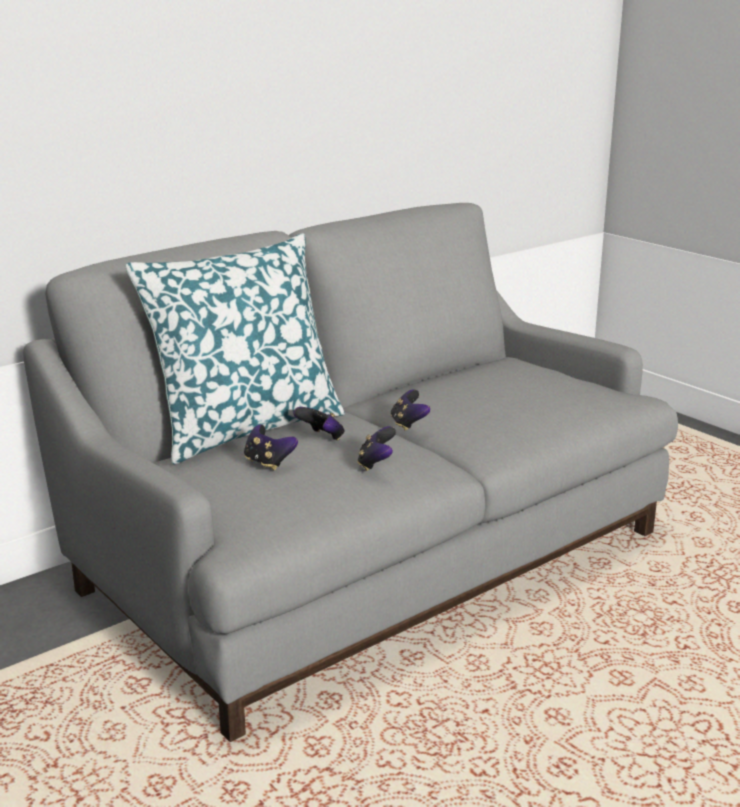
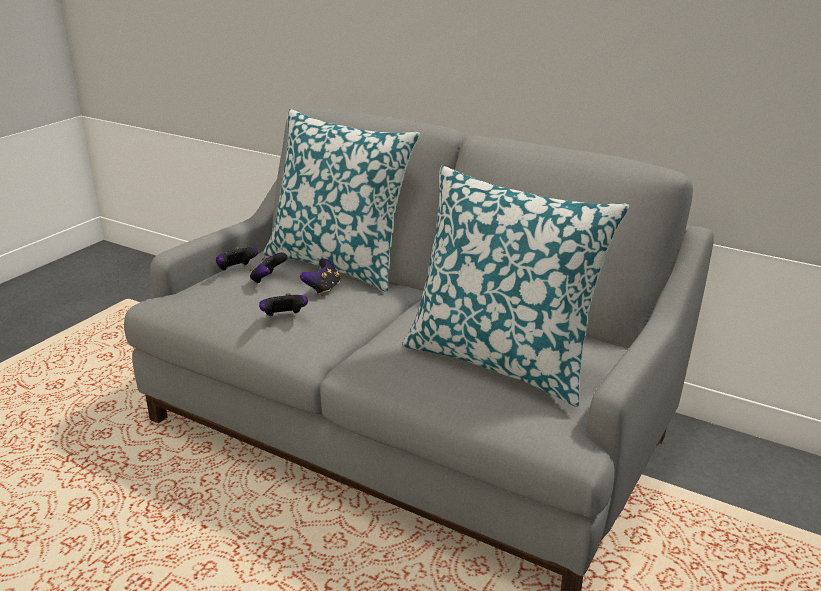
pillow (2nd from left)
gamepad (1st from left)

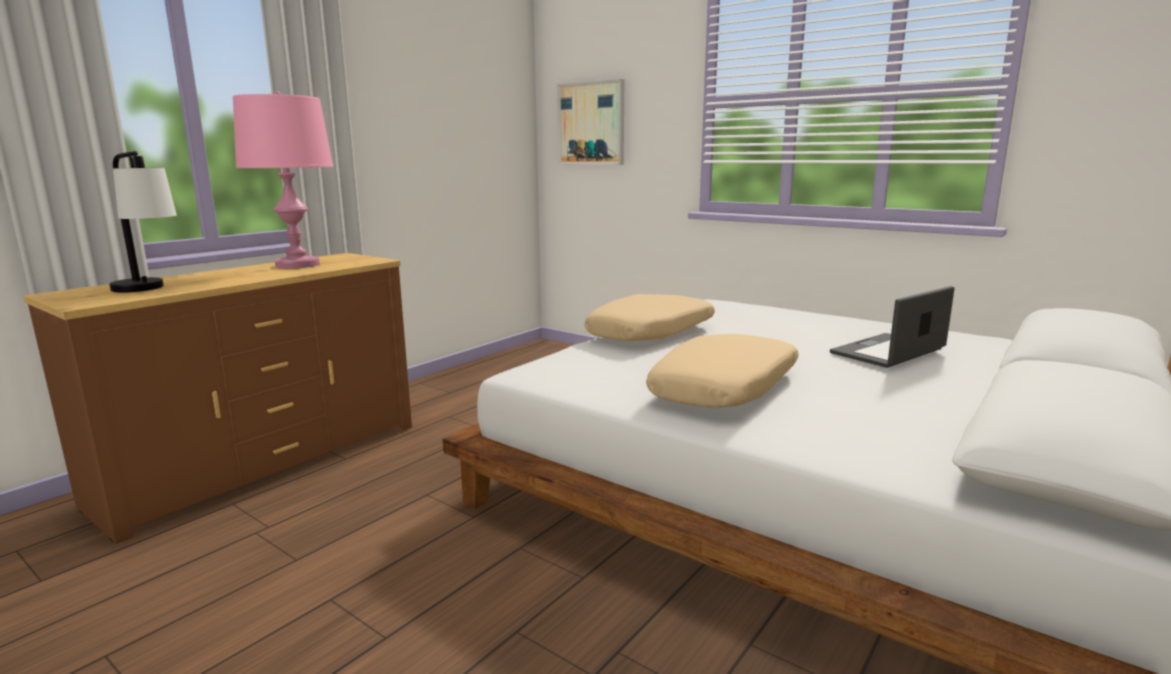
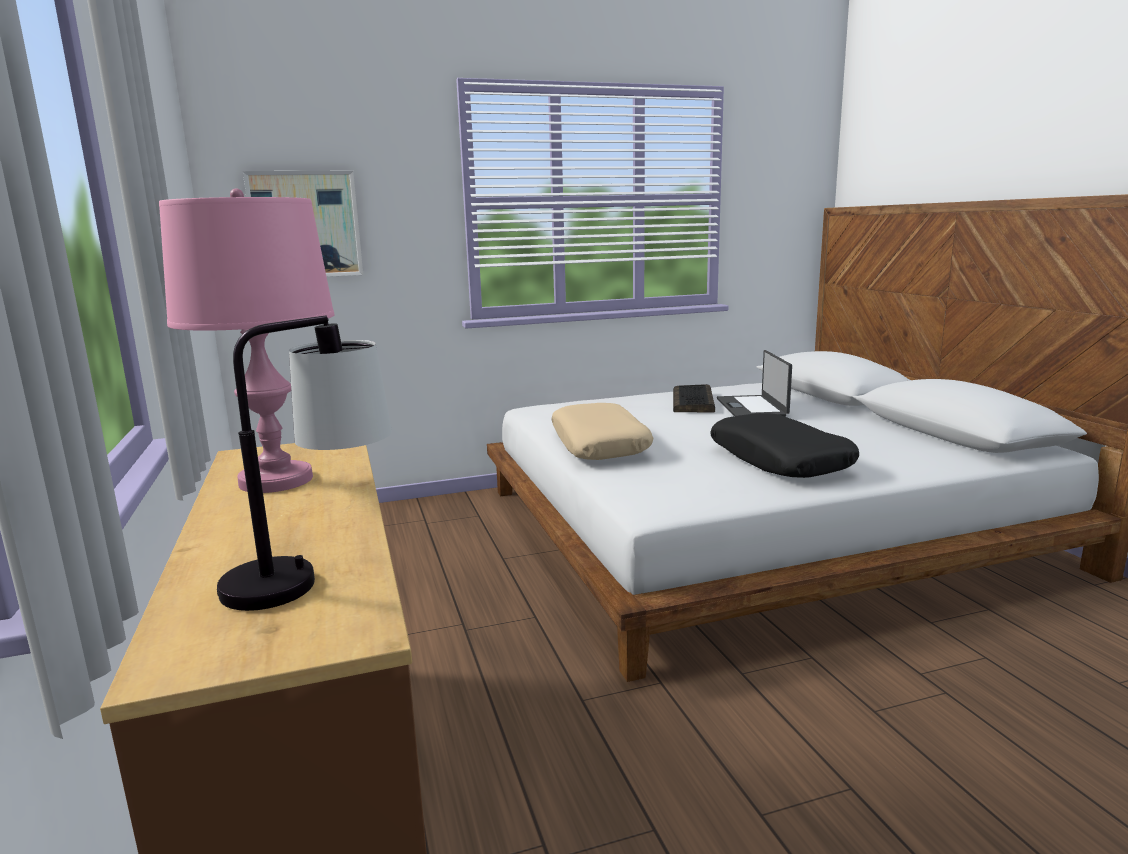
keyboard
black pillow

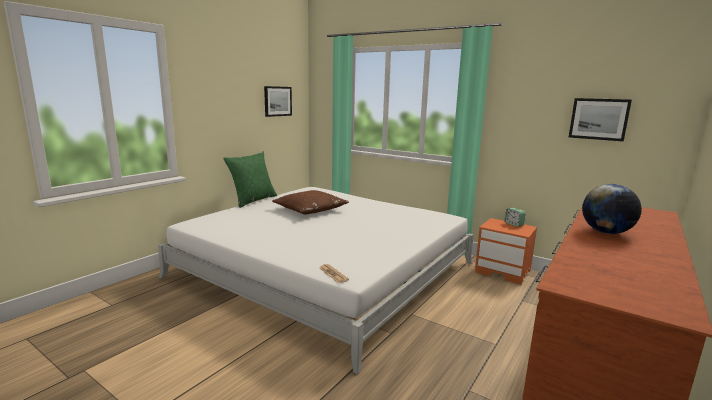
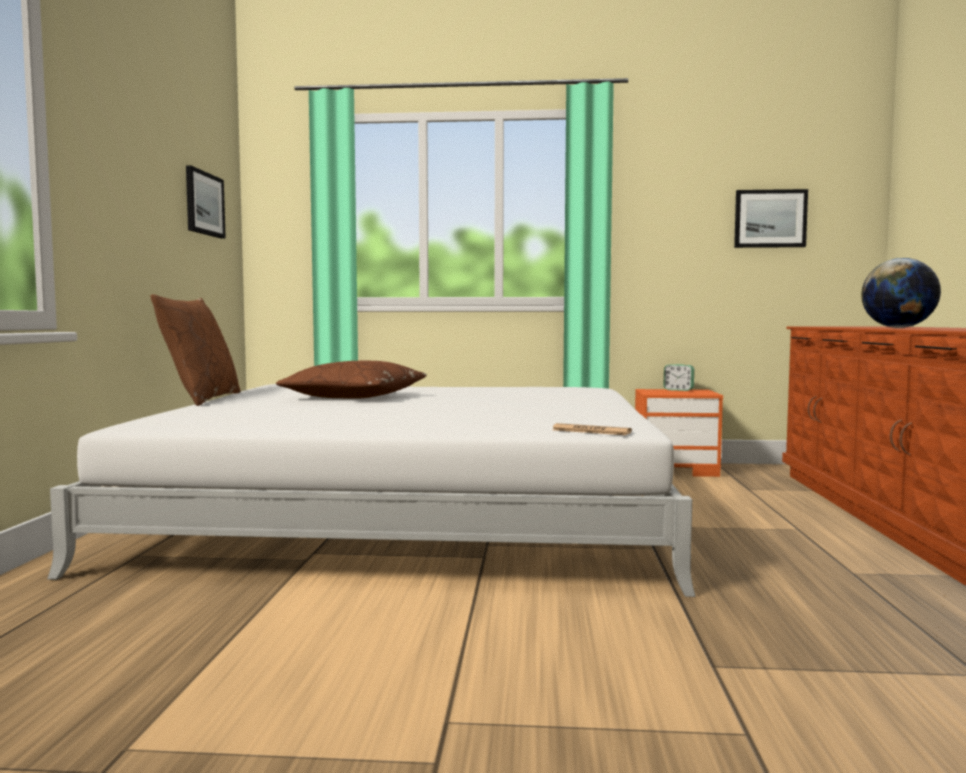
brown-coloured pillow (1st from left)

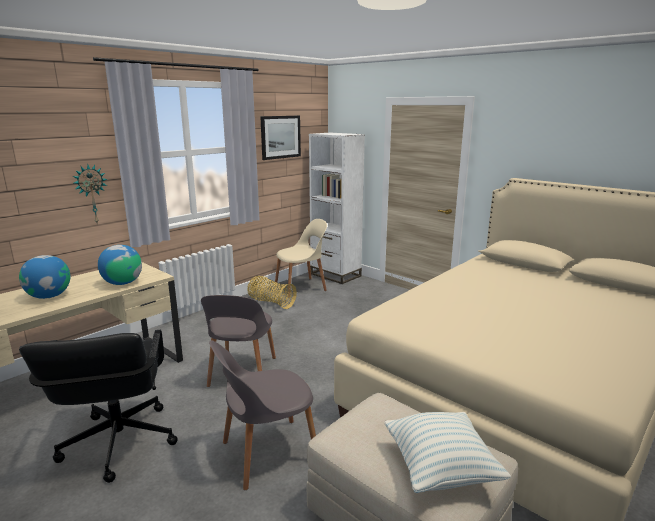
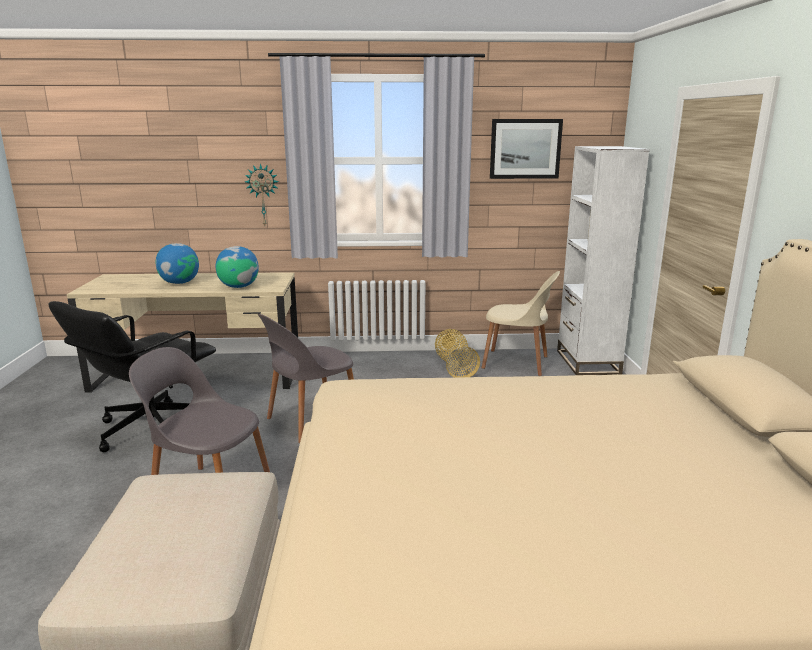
pillow

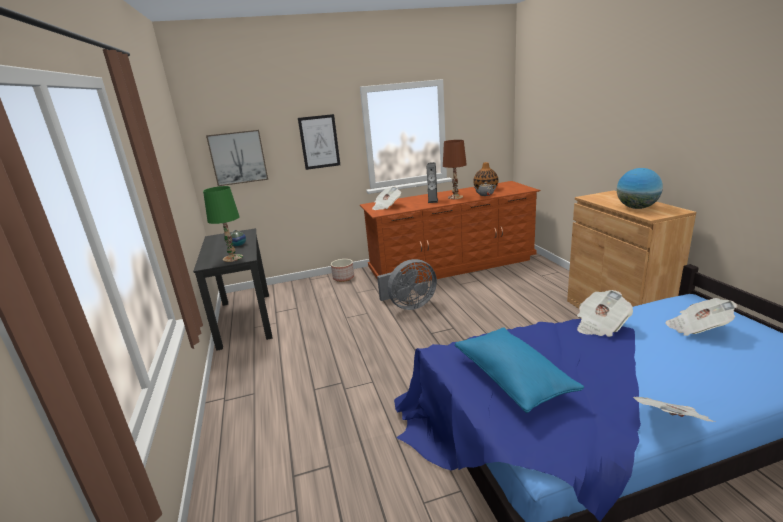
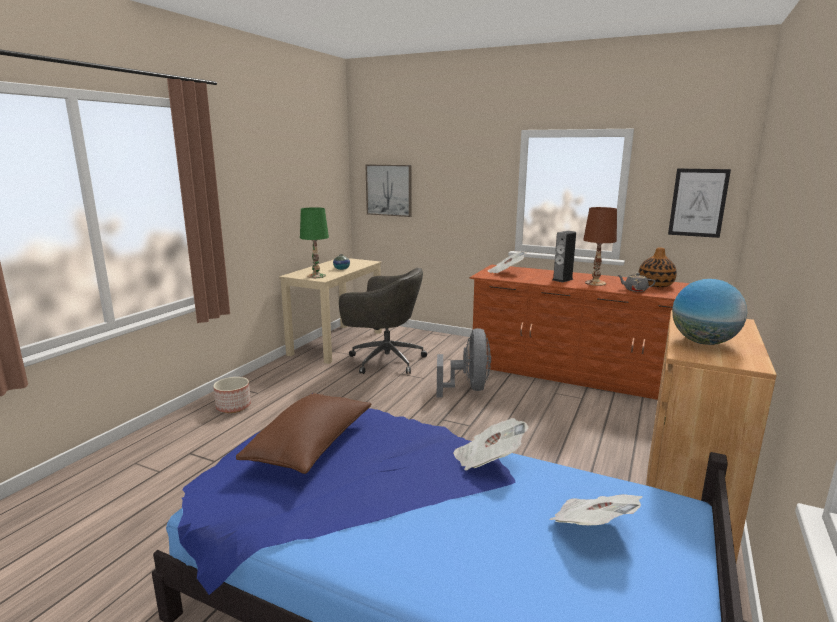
newspaper (3rd from left in the first image)
gray office chair
wall picture (2nd from left)
plant pot
beige-coloured desk
brown-coloured pillow
gray fan

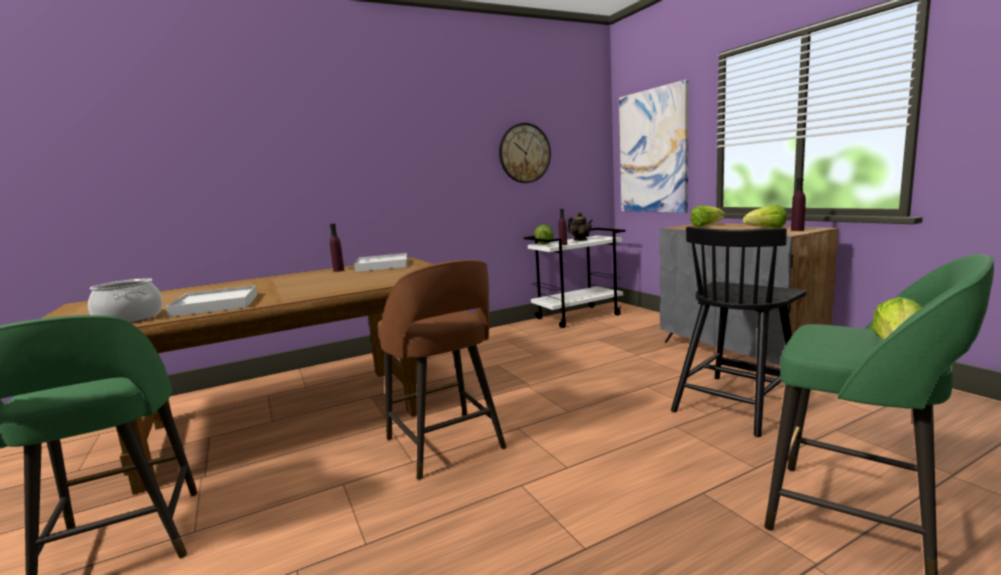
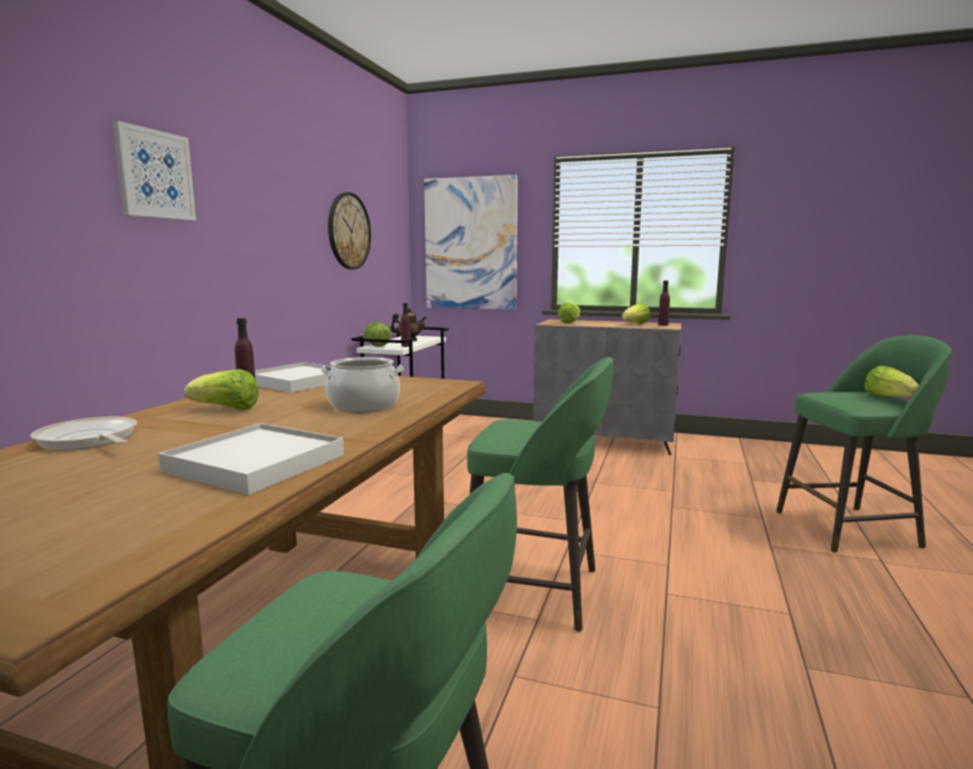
black plain chair
skillet
wall picture (1st from left)
head of lettuce (1st from left)
cooking pot
green stool (2nd from left)

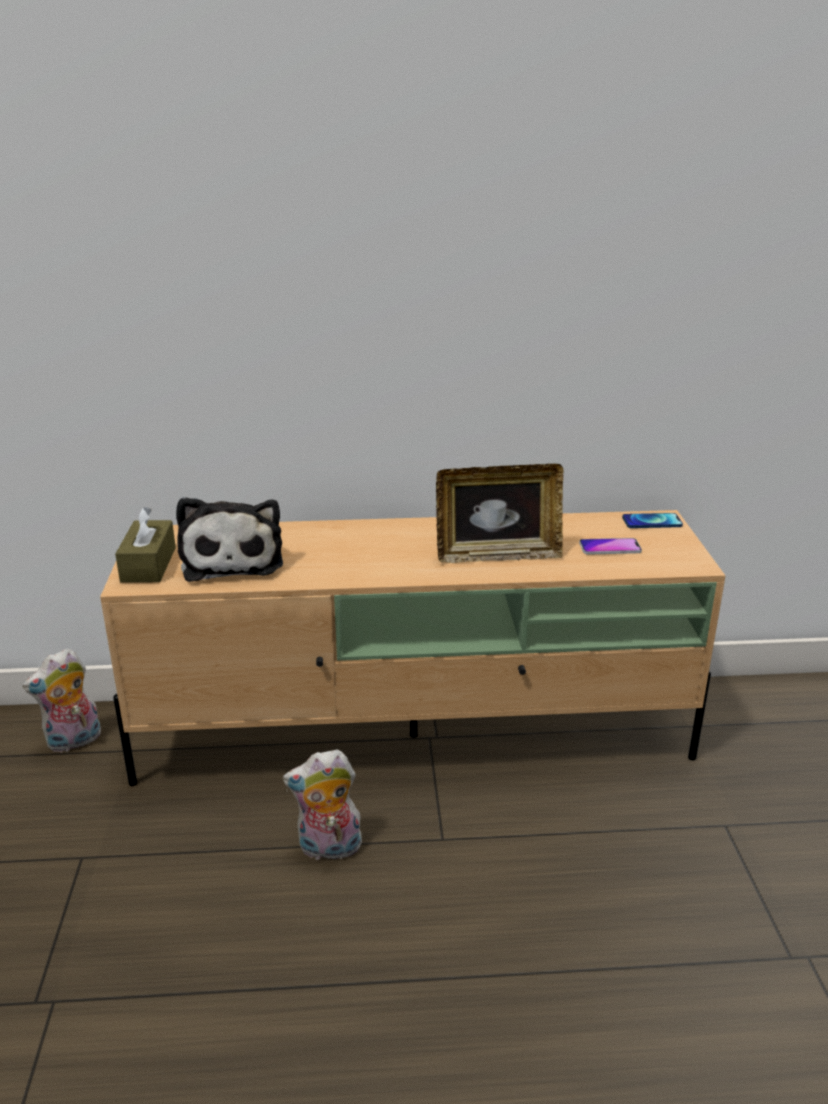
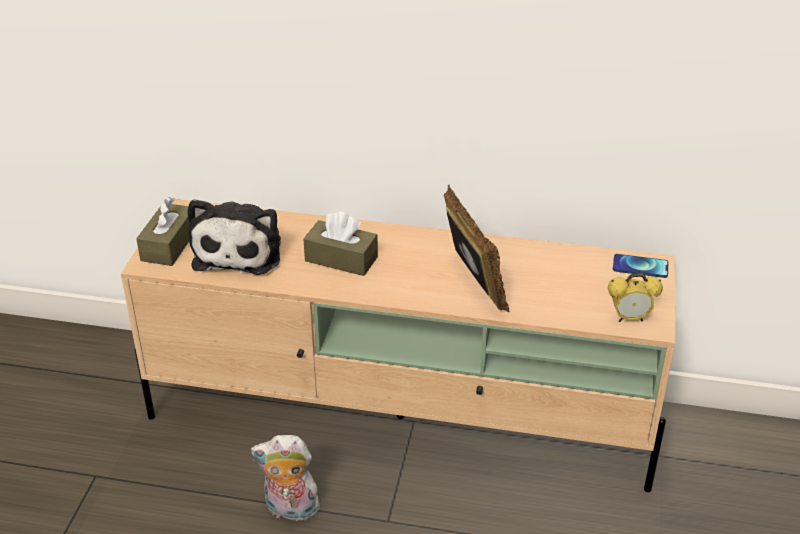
soft toy (1st from left in the first image)
telephone (1st from left in the first image)
brown-coloured tissue holder (2nd from left)
table clock
standing frame

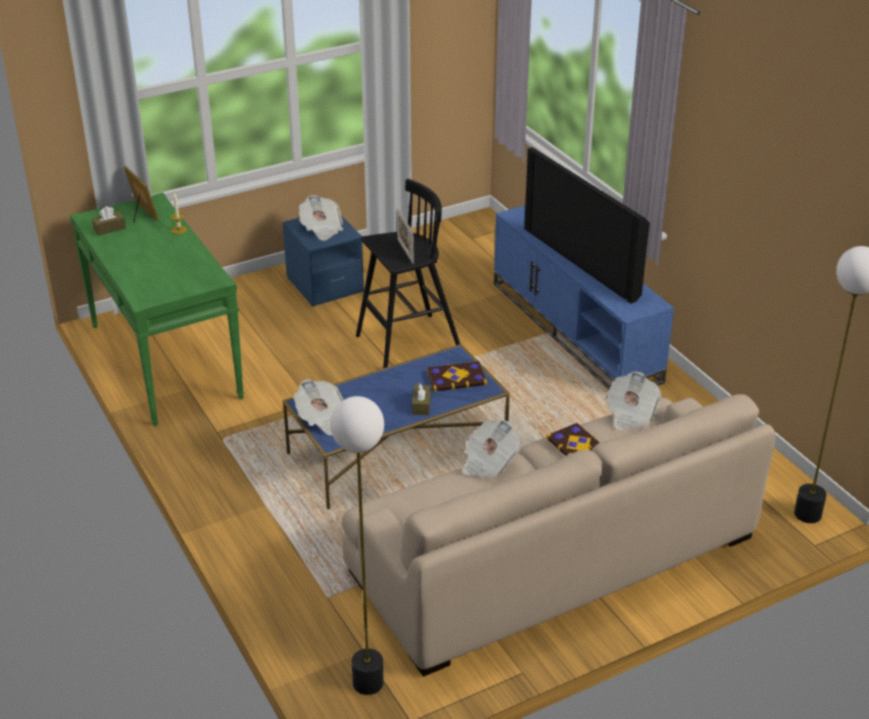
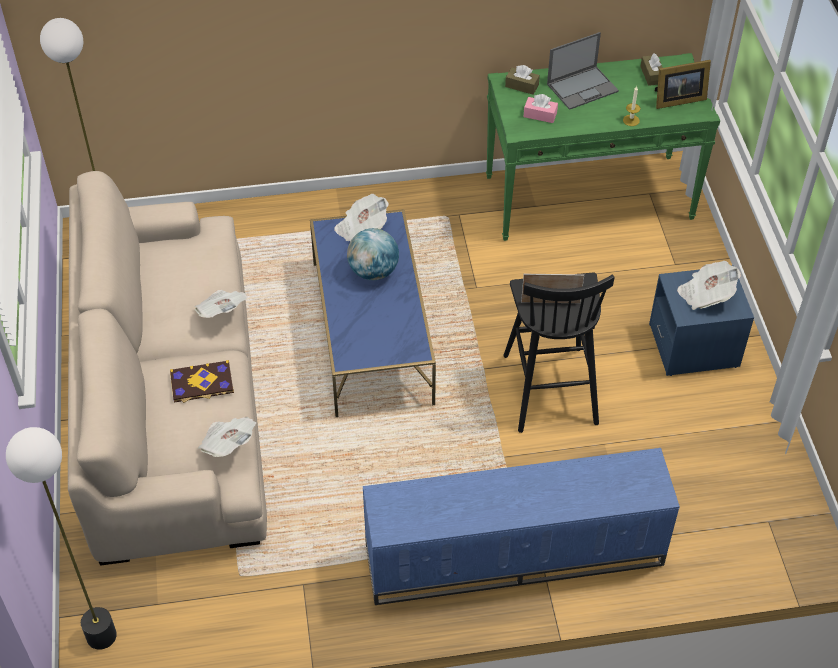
bound book (1st from left in the first image)
TV set
desk globe
pink-coloured tissue holder
portable computer
brown-coloured tissue holder (1st from left)

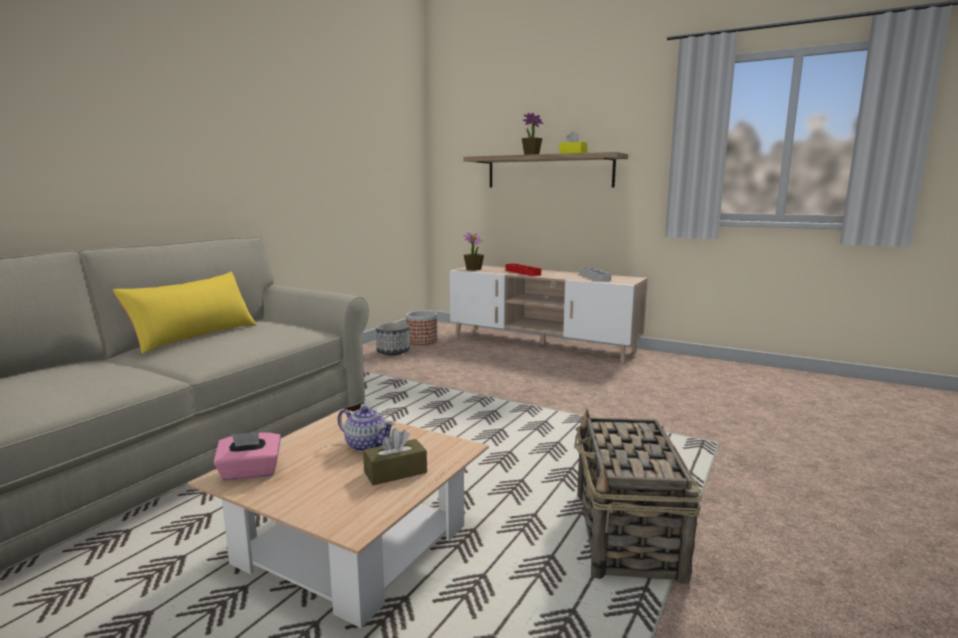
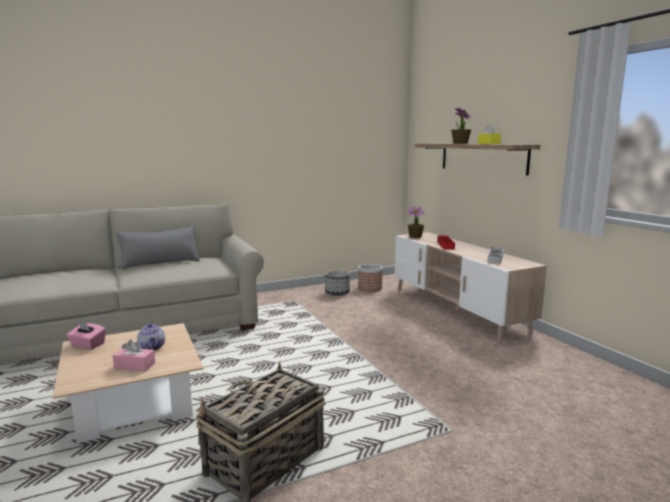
gray pillow
pink-coloured tissue holder (2nd from left)

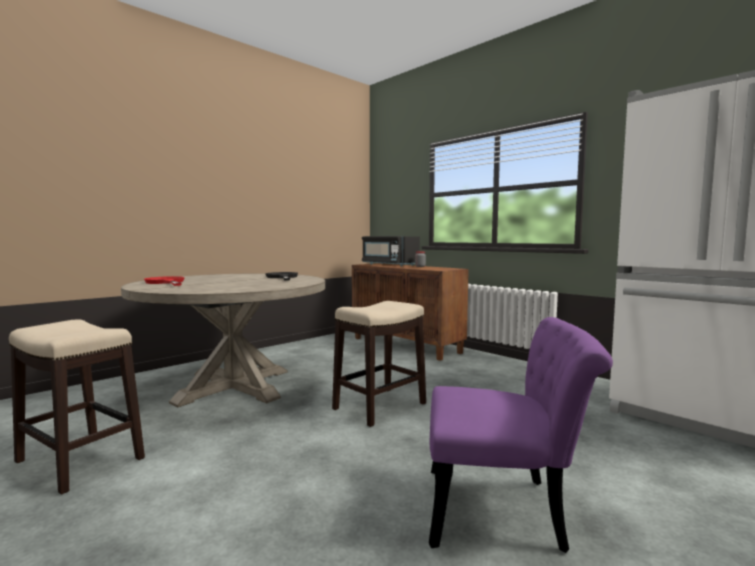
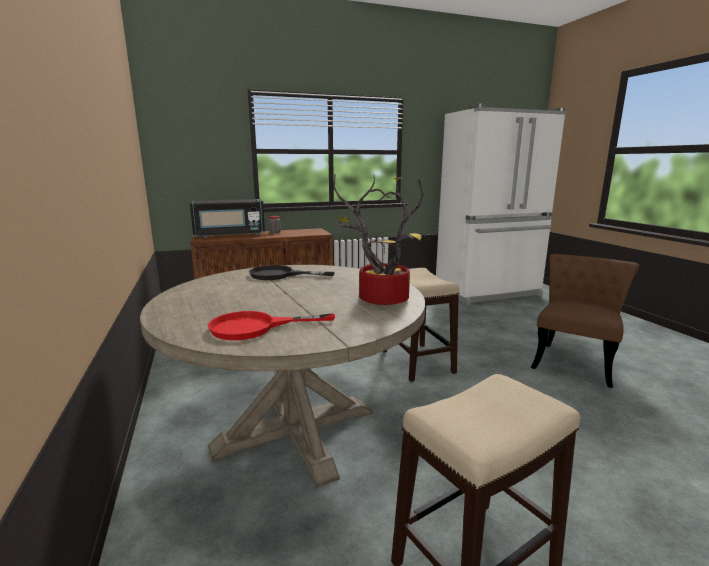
potted plant
brown-coloured plain chair

